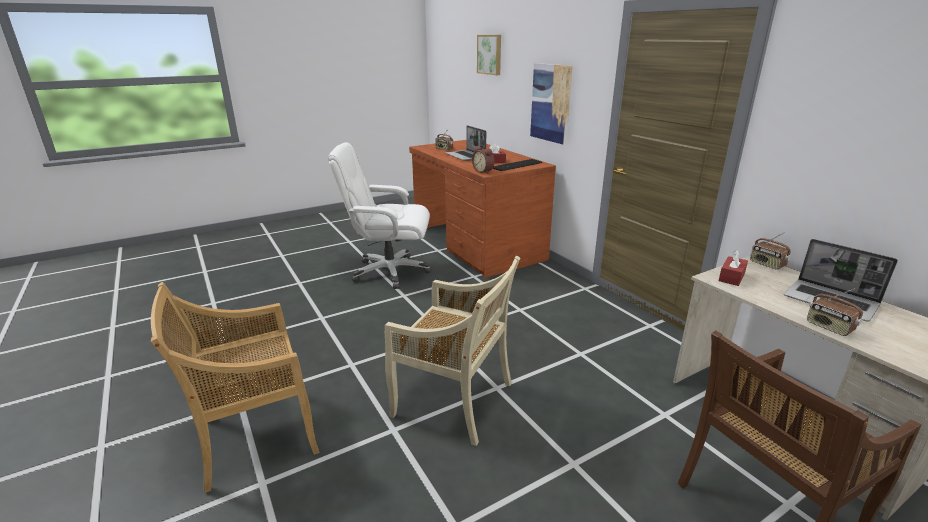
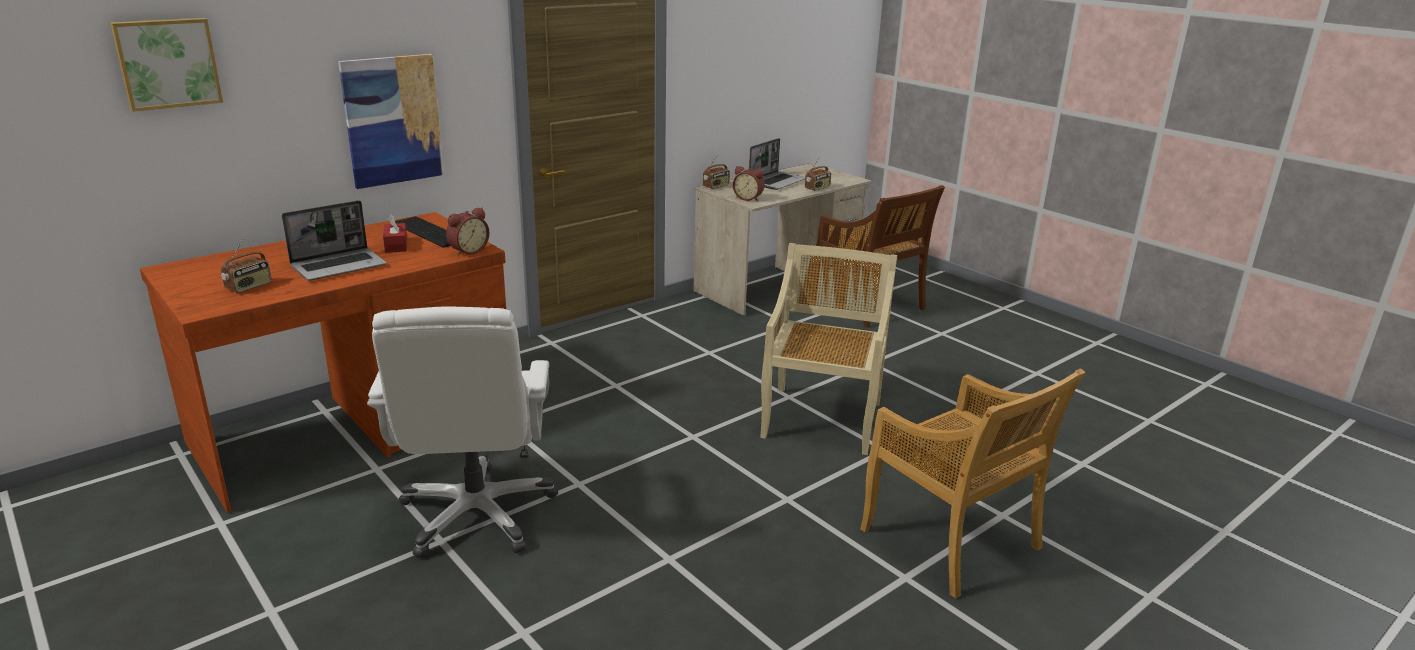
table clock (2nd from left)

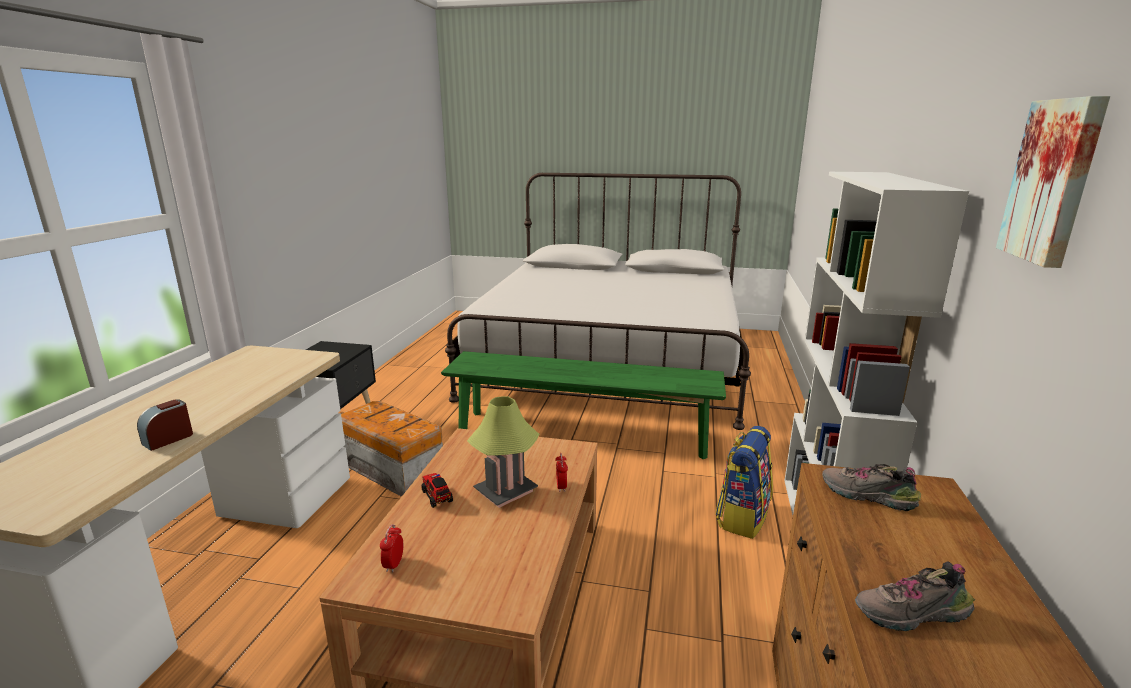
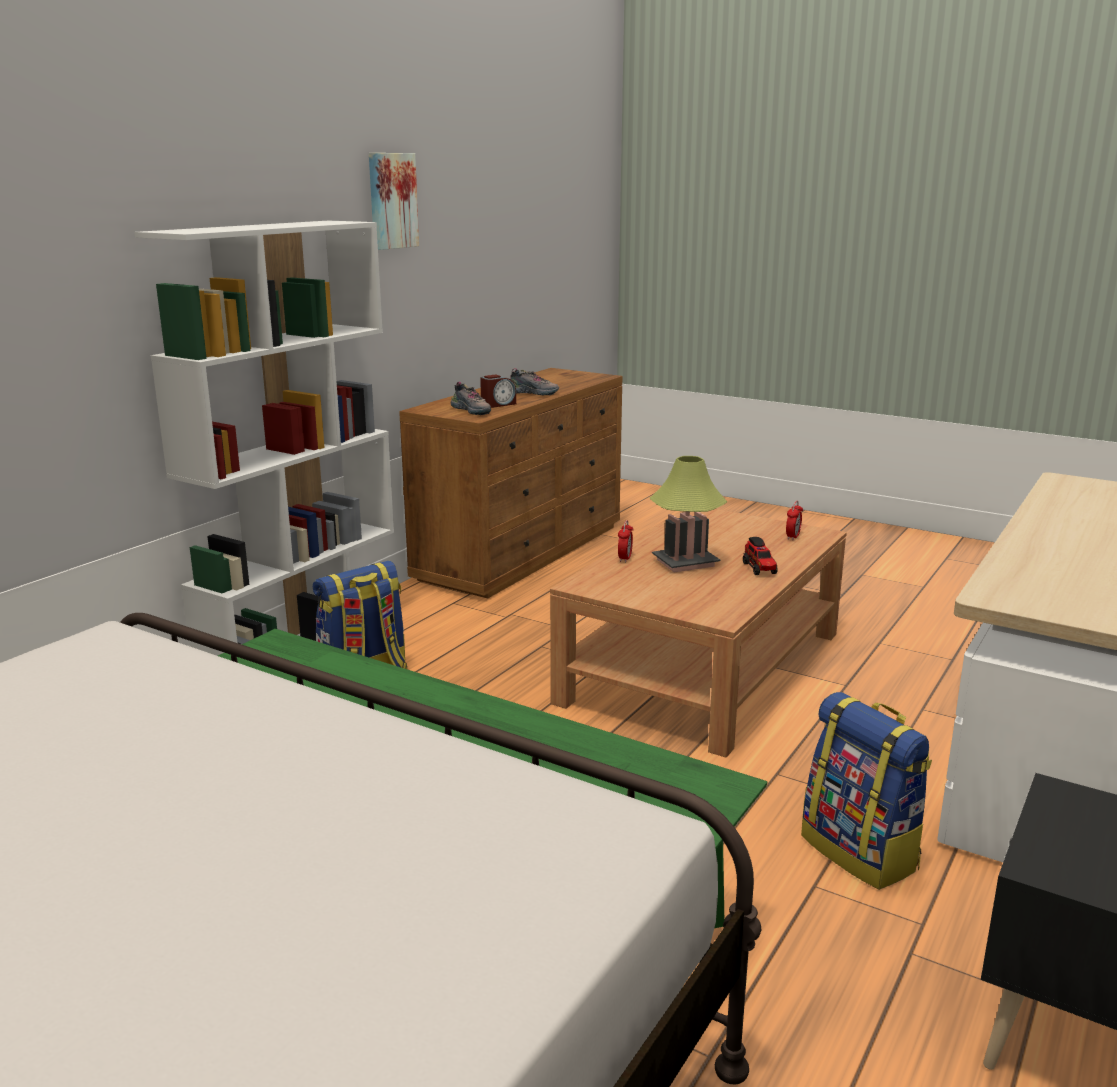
table clock (1st from left)
backpack (2nd from left)

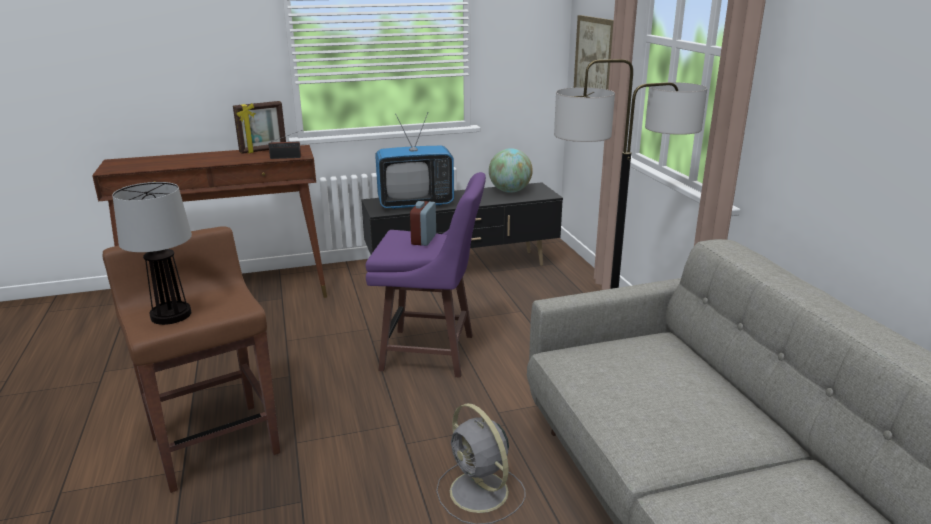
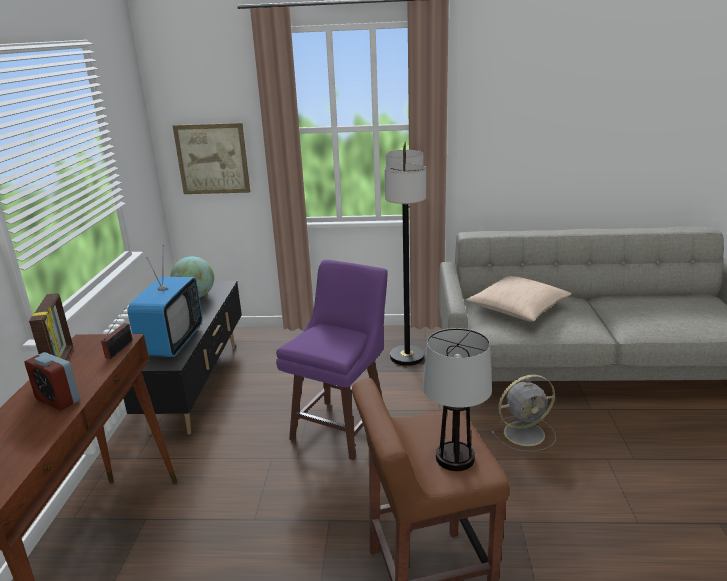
beige-coloured pillow
table clock

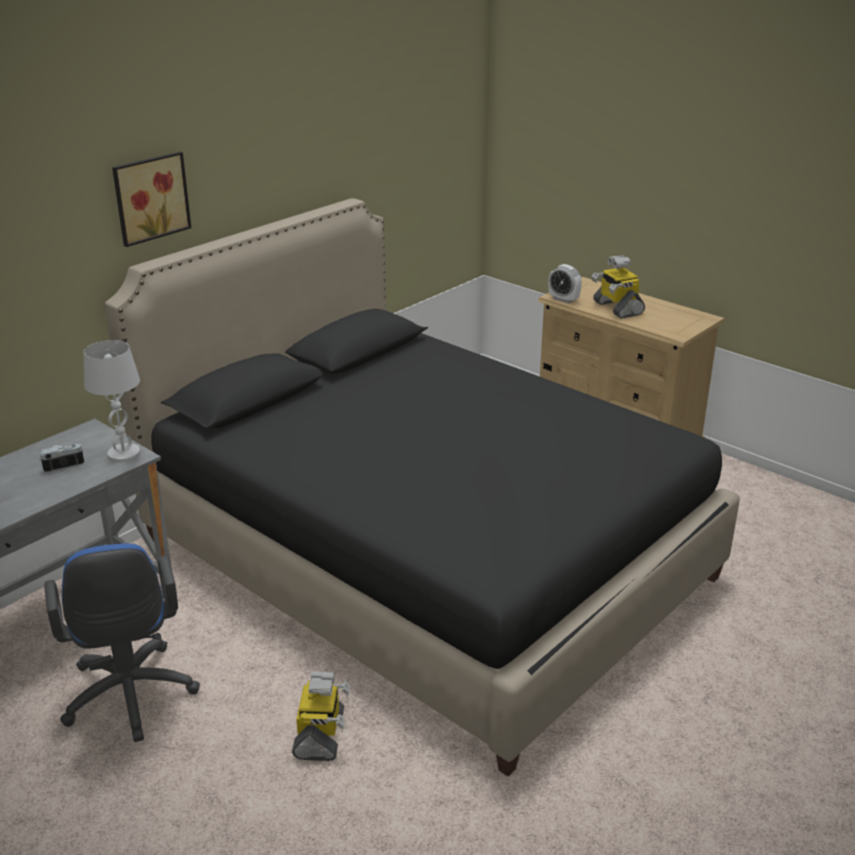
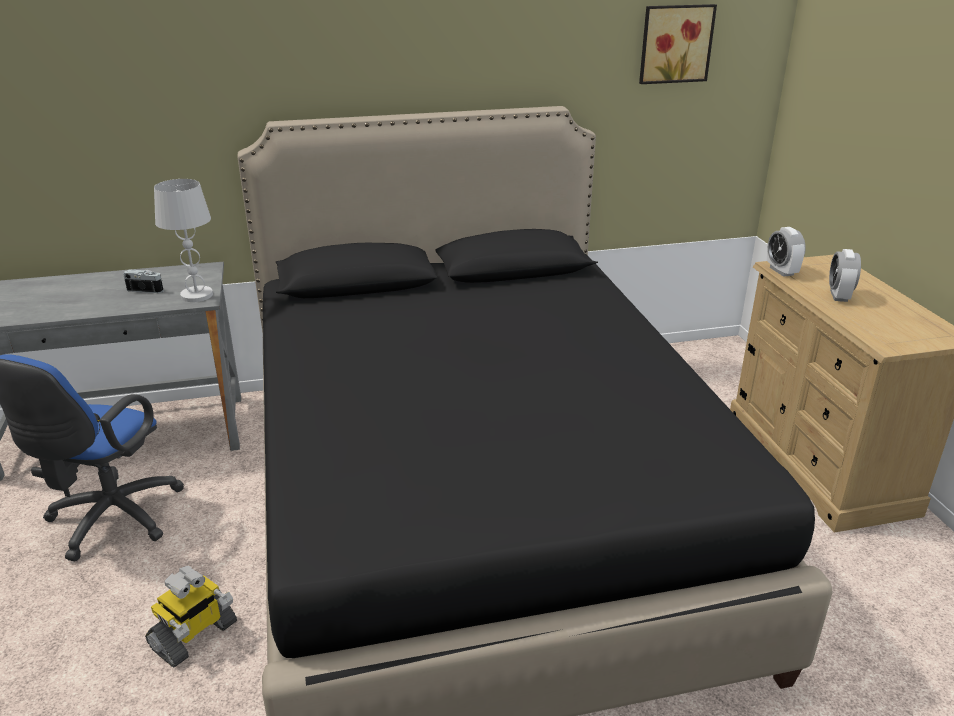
wall picture
table clock (2nd from left)

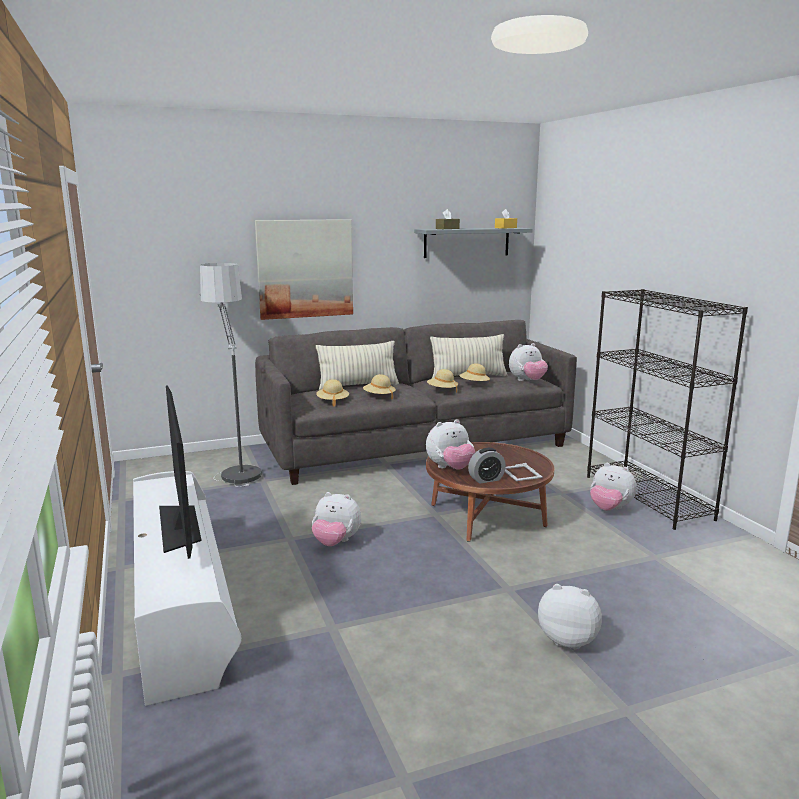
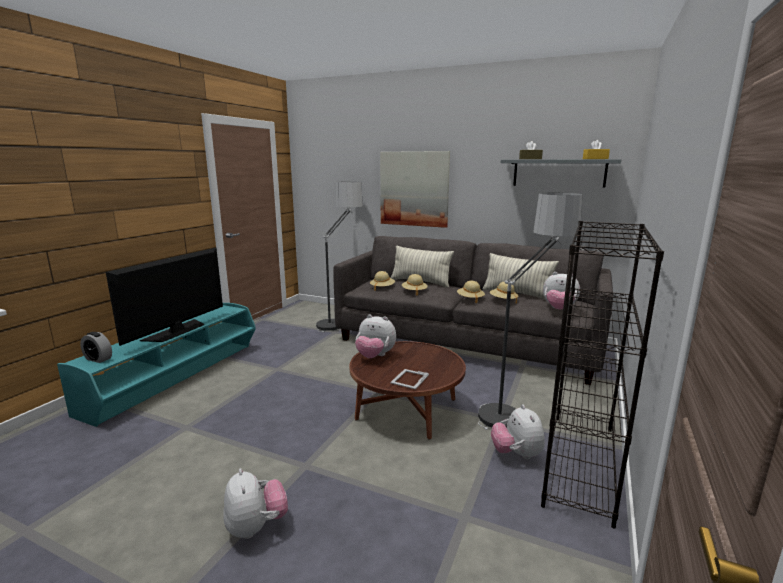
soft toy (1st from left in the first image)
standard lamp (2nd from left)
table clock
blue-green tv stand

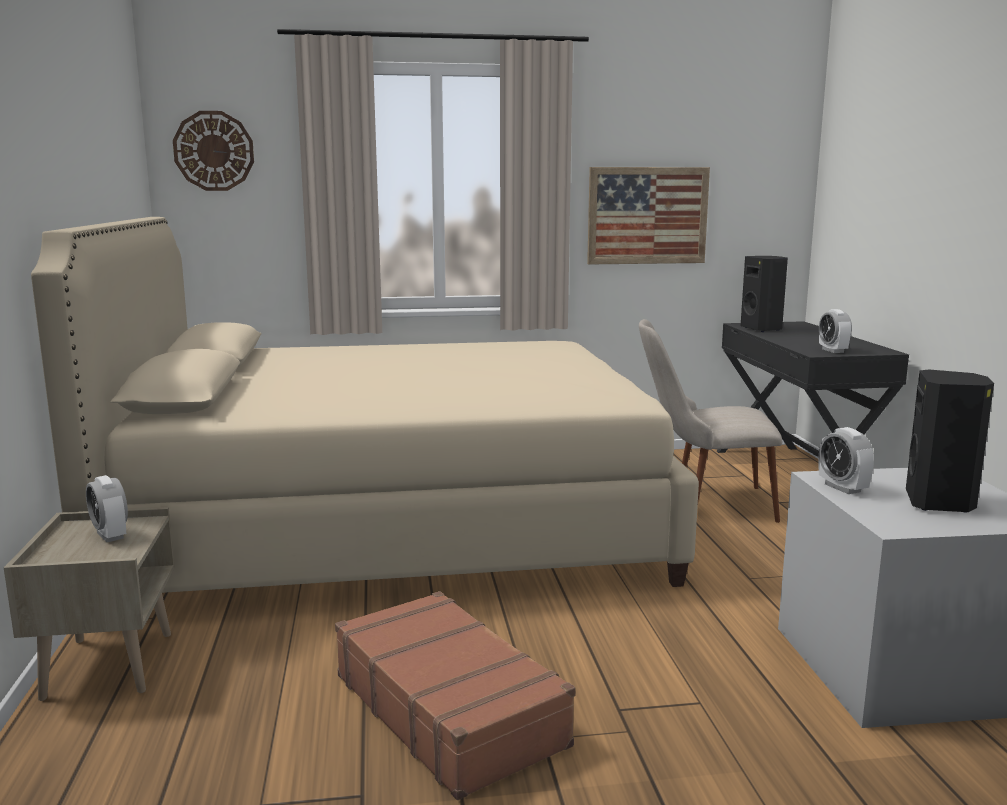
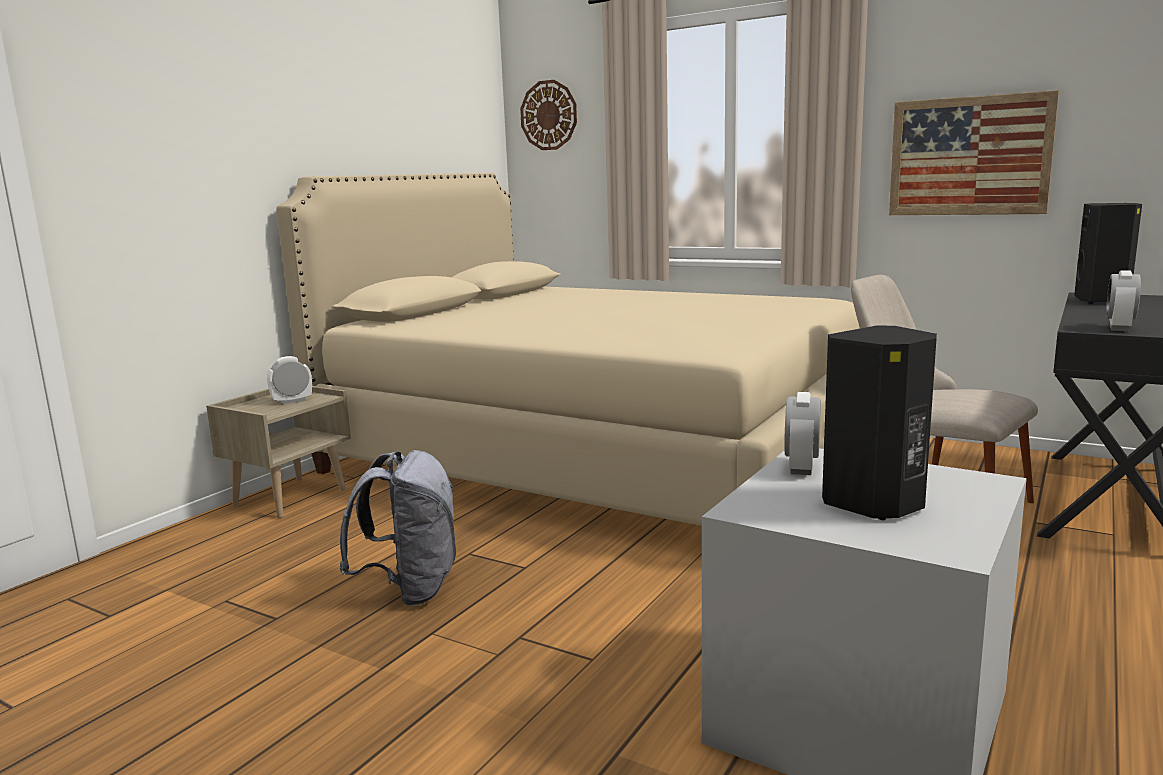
gray backpack
table clock (1st from left)

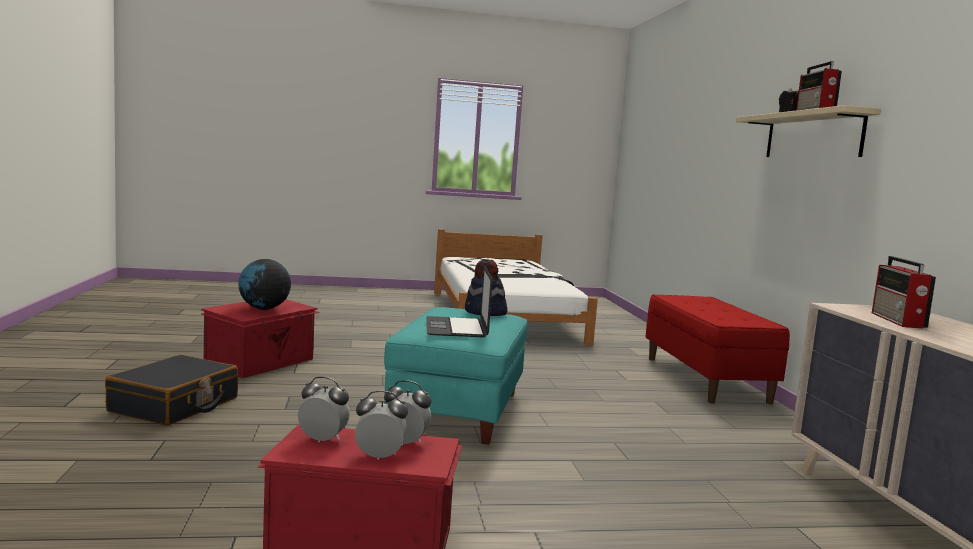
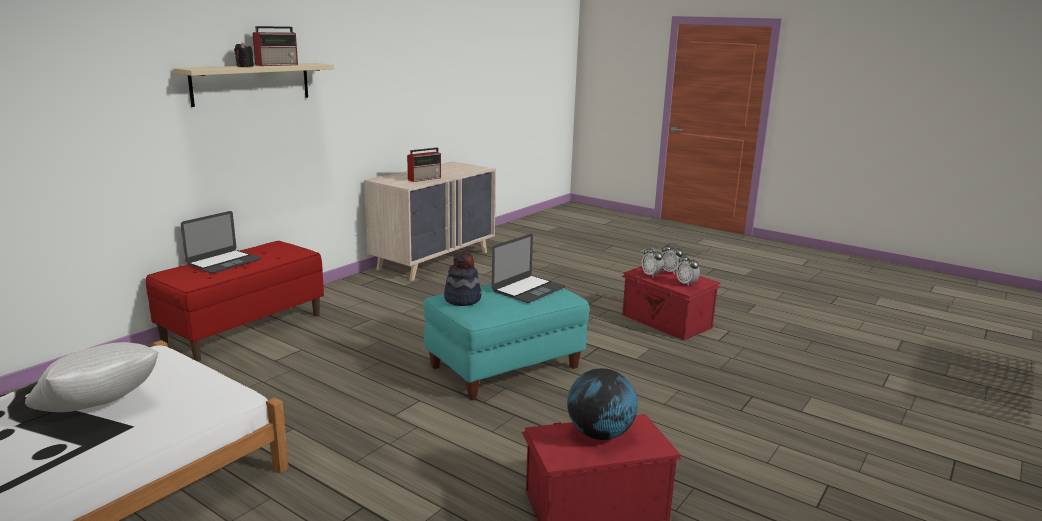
black travel case
white-coloured pillow
portable computer (1st from left)

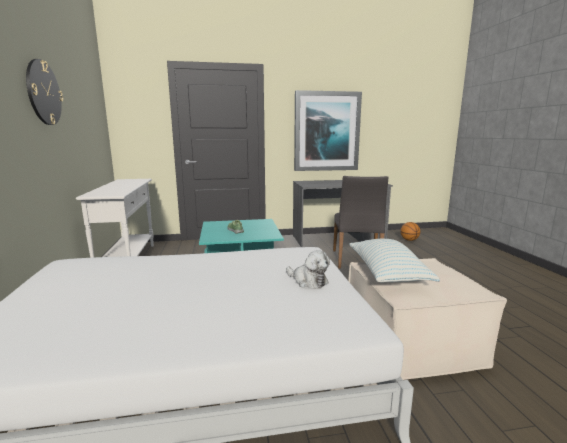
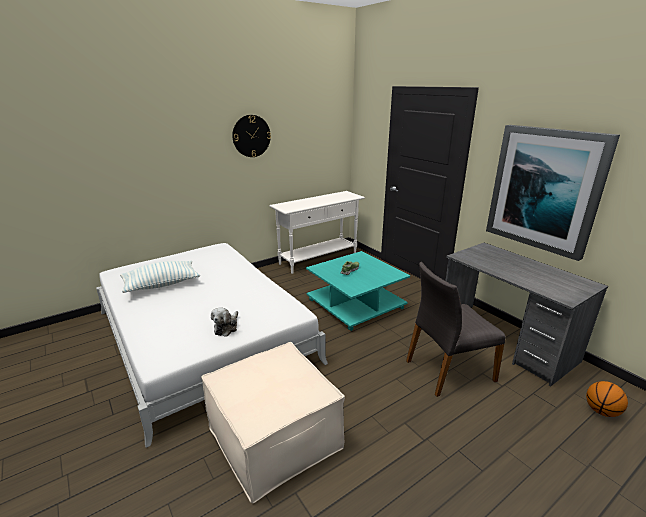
pillow

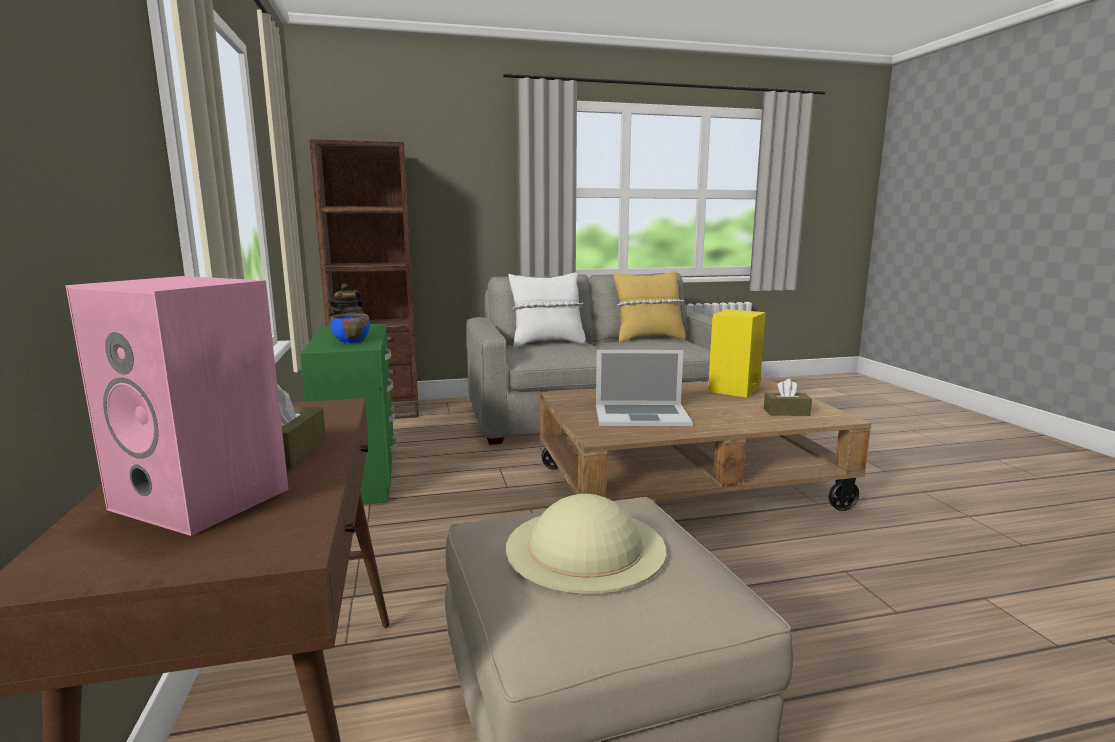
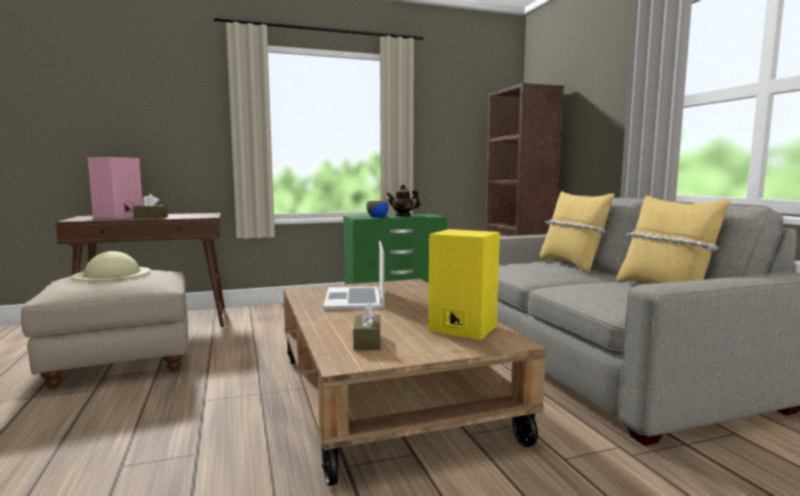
yellow pillow (1st from left)

